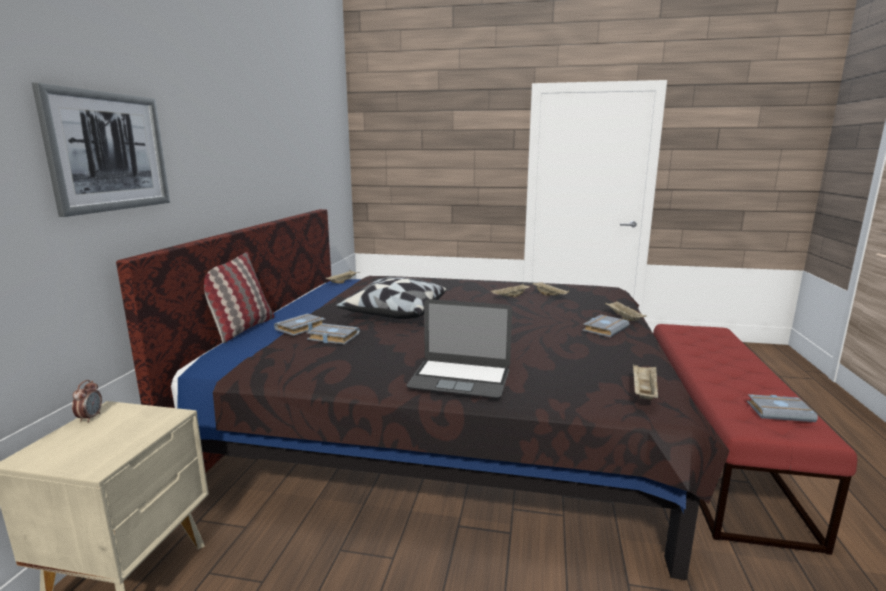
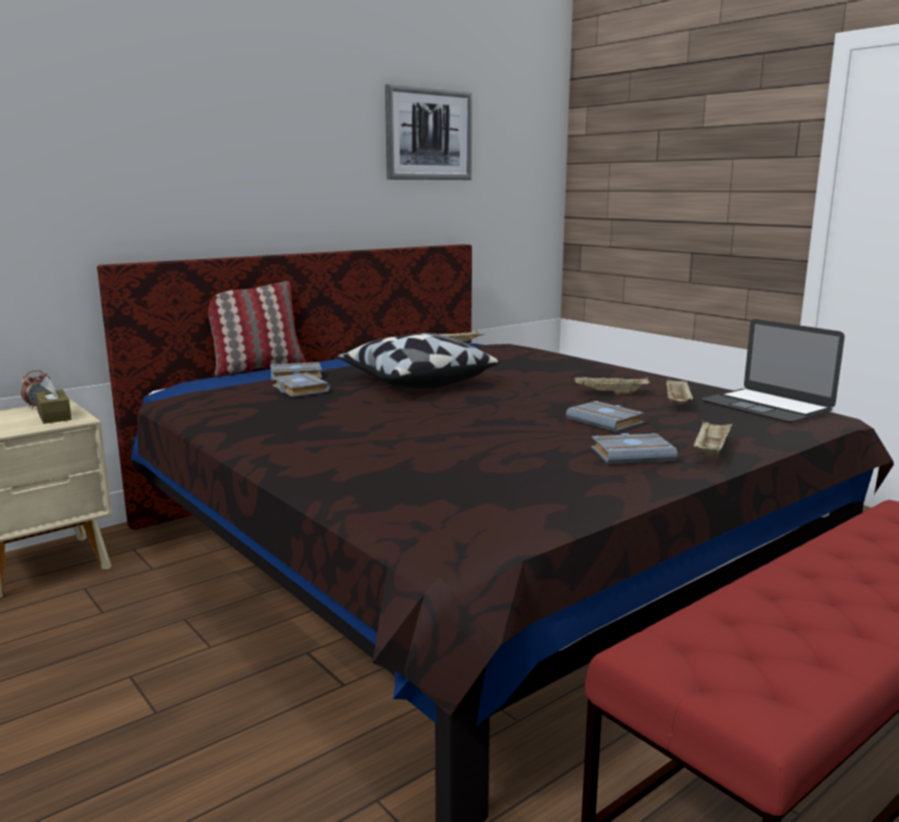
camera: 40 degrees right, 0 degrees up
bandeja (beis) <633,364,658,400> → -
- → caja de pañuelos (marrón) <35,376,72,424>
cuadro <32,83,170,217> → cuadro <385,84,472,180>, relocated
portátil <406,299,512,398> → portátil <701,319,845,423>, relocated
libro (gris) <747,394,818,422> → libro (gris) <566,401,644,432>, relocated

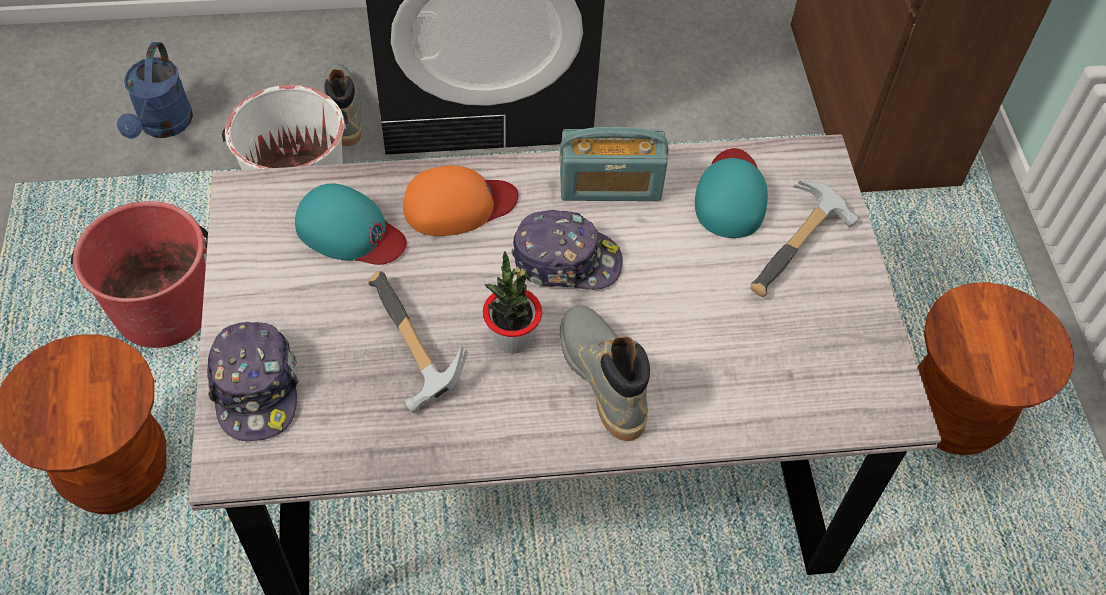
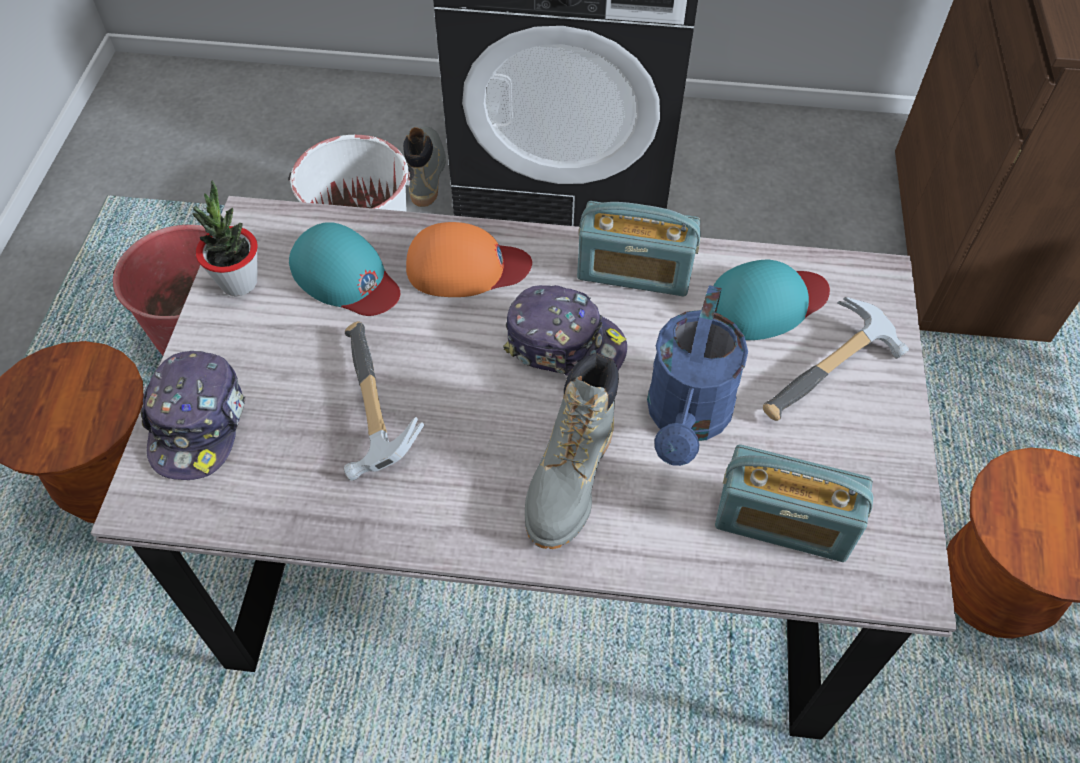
camera: 15 degrees right, 0 degrees up
- → radio <715,444,873,562>
regadera (azul) <117,42,193,139> → regadera (azul) <647,285,748,466>, relocated
planta en maceta <483,251,542,354> → planta en maceta <192,180,258,296>, relocated
bota (gris) <560,305,650,441> → bota (gris) <525,353,619,549>, 150 degrees counterclockwise
gorra (turquesa) <695,148,768,238> → gorra (turquesa) <714,260,830,340>, 45 degrees clockwise

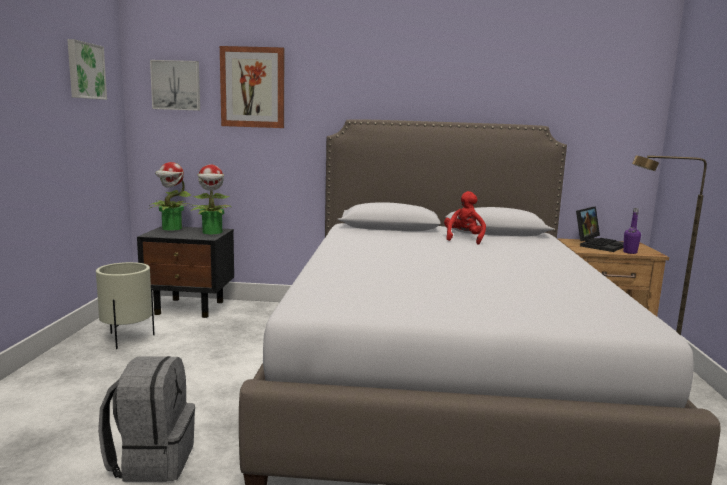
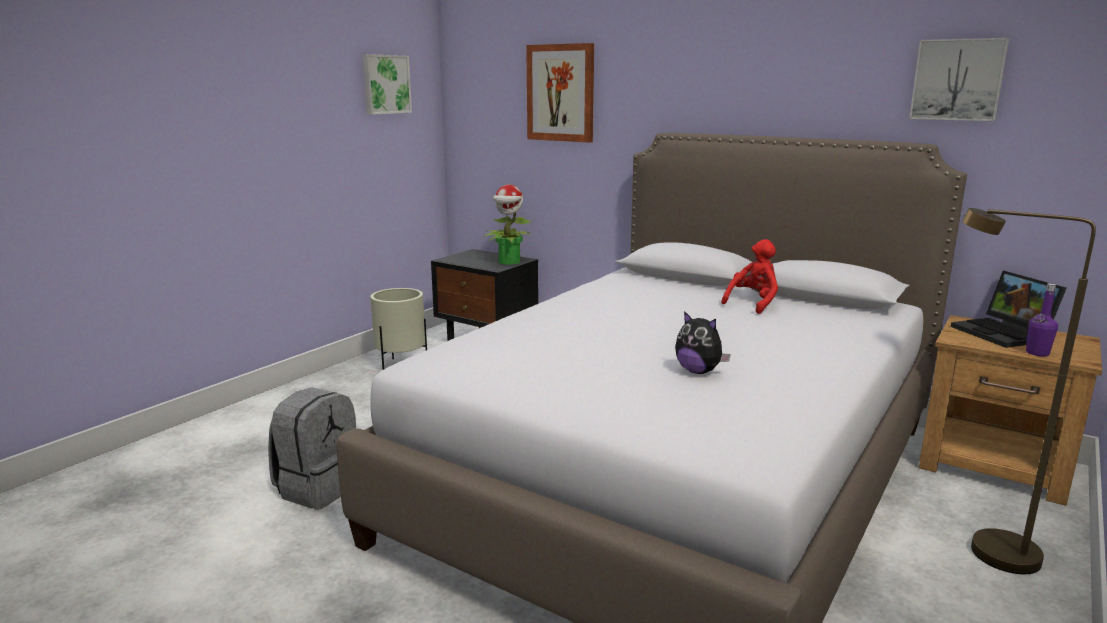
camera: 30 degrees right, 5 degrees up
planta en maceta <149,162,192,231> → -
- → peluche <675,311,731,374>
cuadro <150,60,200,111> → cuadro <909,38,1009,121>, relocated
portátil <576,206,624,252> → portátil <951,271,1067,348>, 90 degrees clockwise

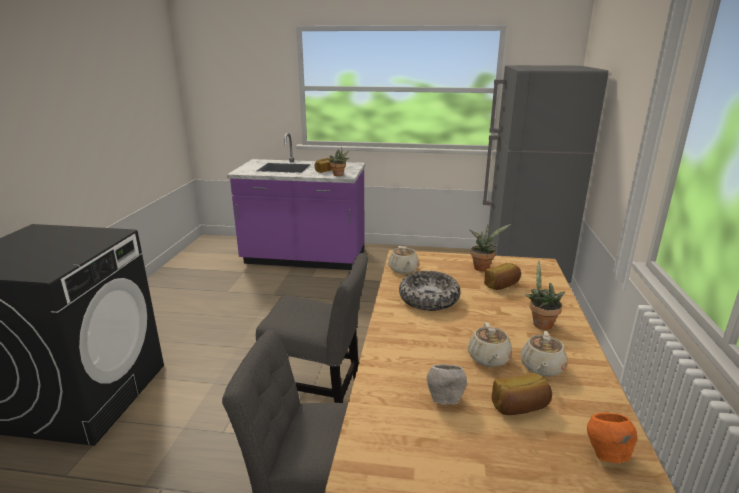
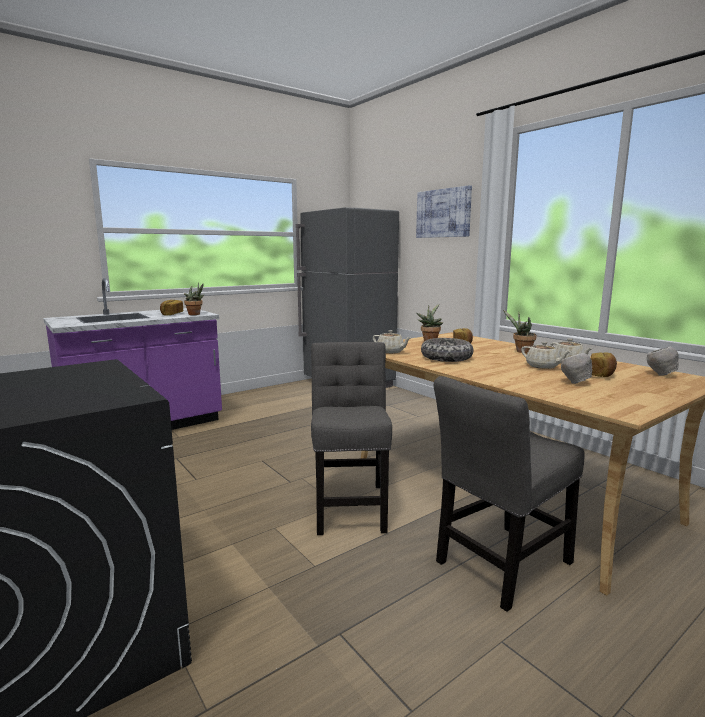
camera: 45 degrees left, 10 degrees down
- → cuadro <416,185,472,238>
cuenco (naranja) <587,413,637,463> → cuenco (gris) <647,346,679,376>
silla (gris) <256,253,368,403> → silla (gris) <311,342,392,535>, 60 degrees counterclockwise

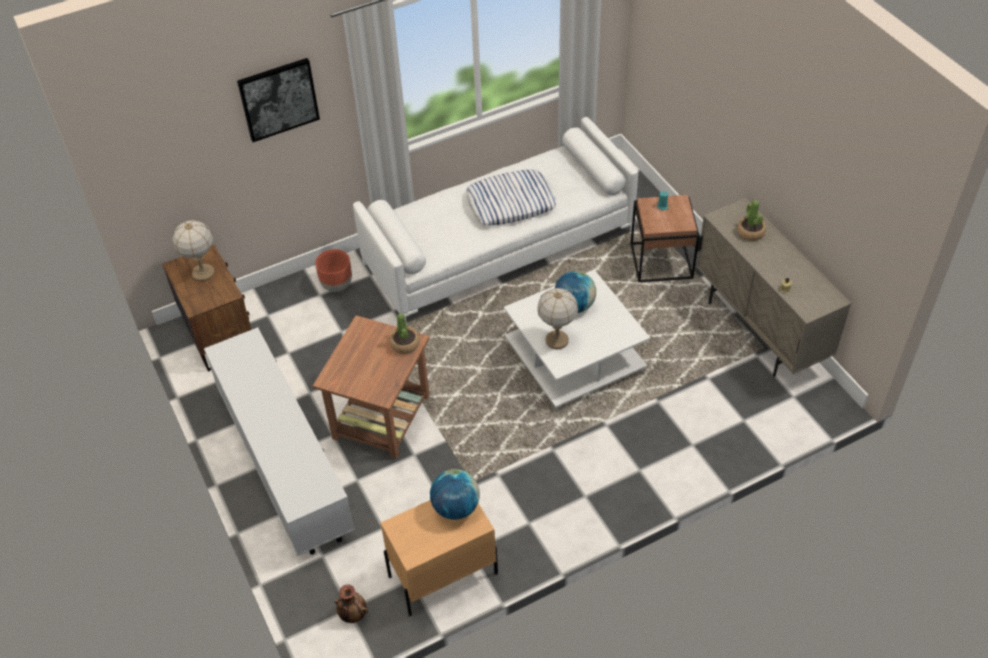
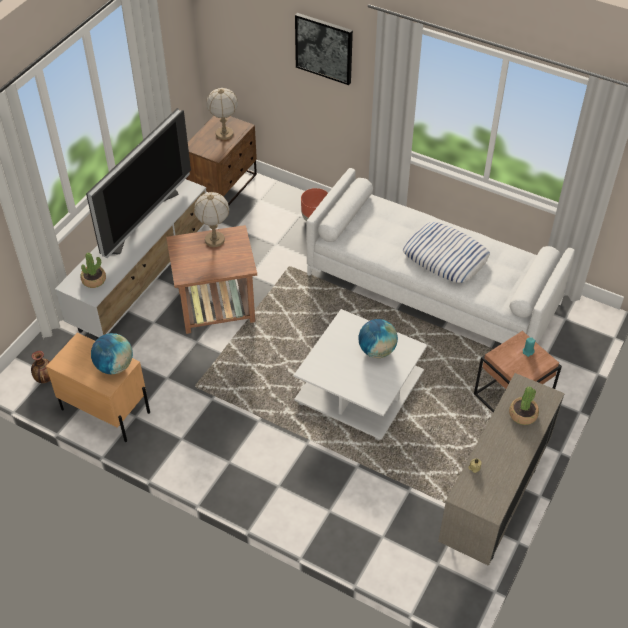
camera: 55 degrees right, 0 degrees up
- → televisor <86,108,191,258>
planta en maceta <390,313,419,354> → planta en maceta <81,253,106,288>, relocated
lámpara de mesa <537,288,578,349> → lámpara de mesa <194,192,229,247>, relocated

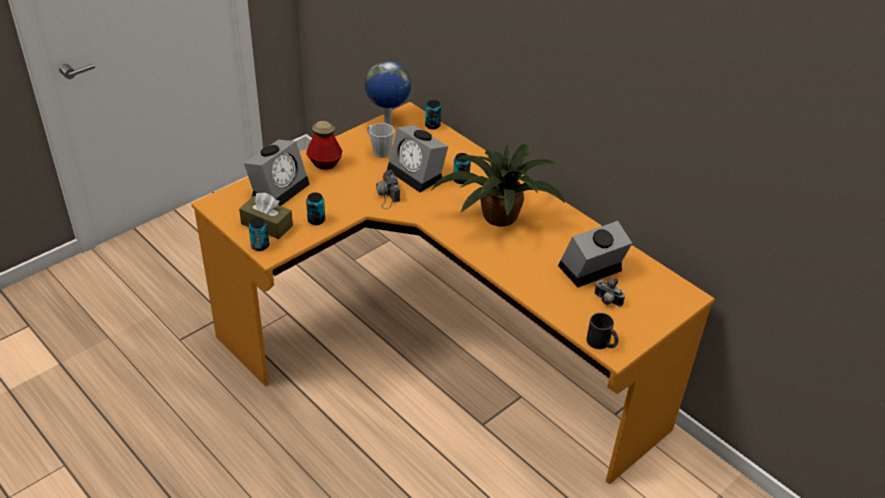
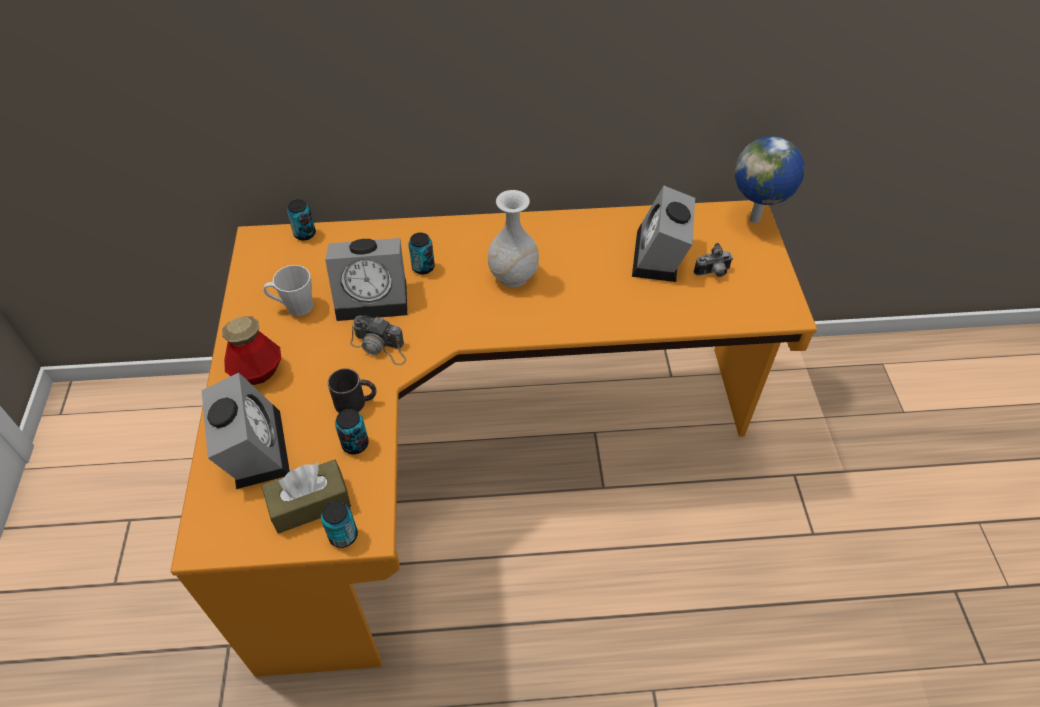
camera: 50 degrees left, 10 degrees up
globo terráqueo <365,61,411,124> → globo terráqueo <735,136,804,223>, relocated
taza grande (negro) <586,313,618,349> → taza grande (negro) <328,368,377,413>, relocated
planta en maceta <432,142,565,226> → florero (blanco) <488,190,539,287>

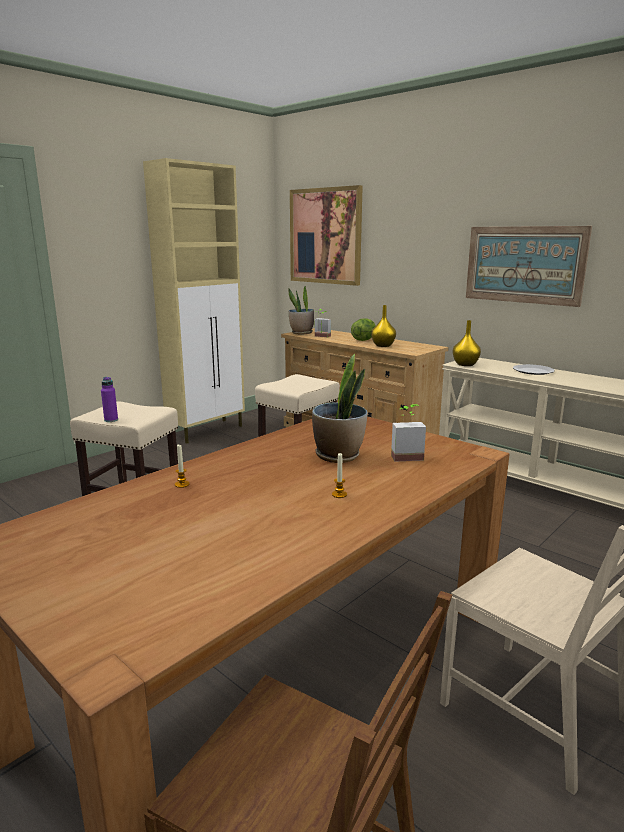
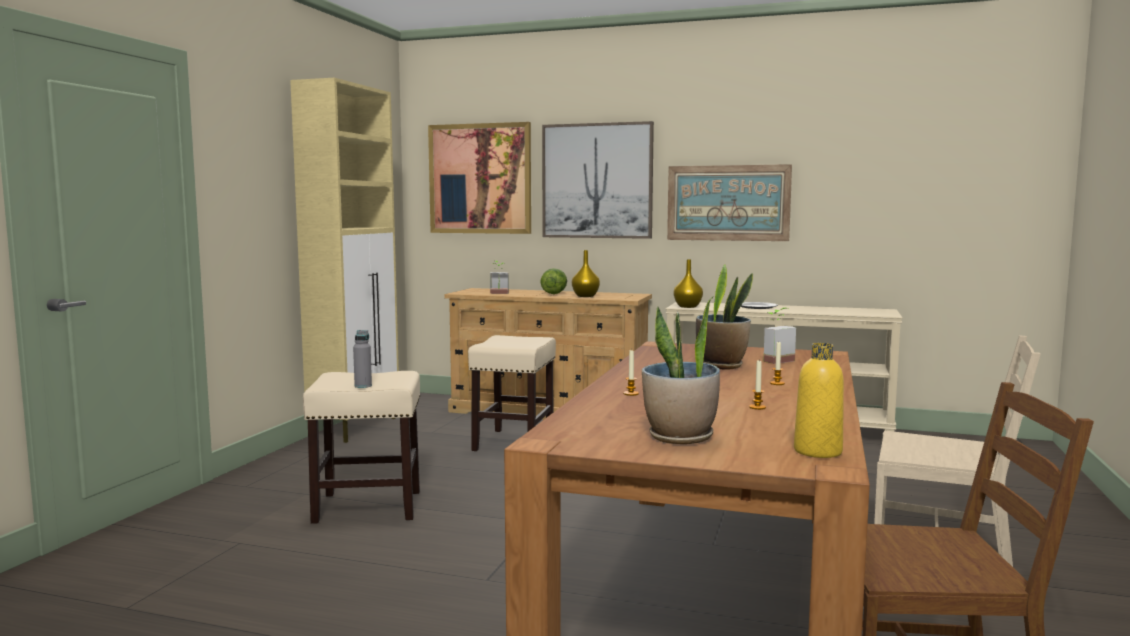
camera: 25 degrees left, 10 degrees down
- → cuadro <542,121,654,239>
- → vela <749,360,766,410>
- → botella (amarillo) <794,343,844,458>
planta en maceta <288,285,314,334> → planta en maceta <642,296,720,444>, relocated
botella (morado) <101,377,118,422> → botella (gris) <353,330,372,388>

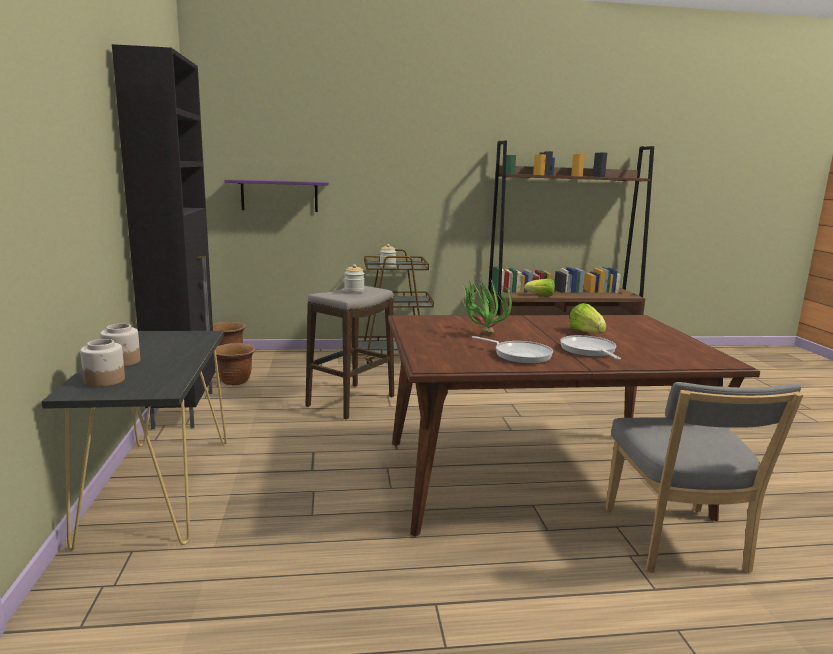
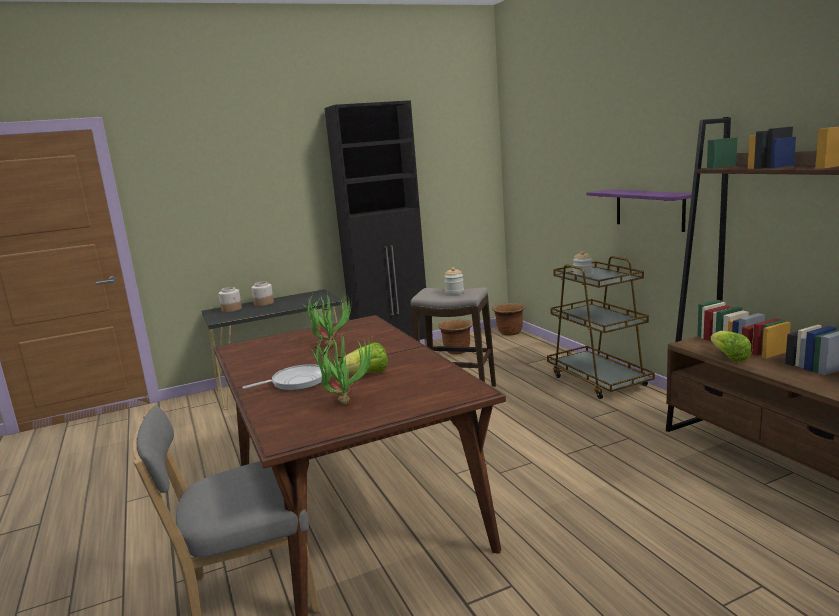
camera: 75 degrees right, 0 degrees up
sartén <472,336,553,364> → -
- → planta en maceta <309,336,373,405>
estante (morado) <224,179,329,212> → estante (morado) <586,189,692,232>, relocated

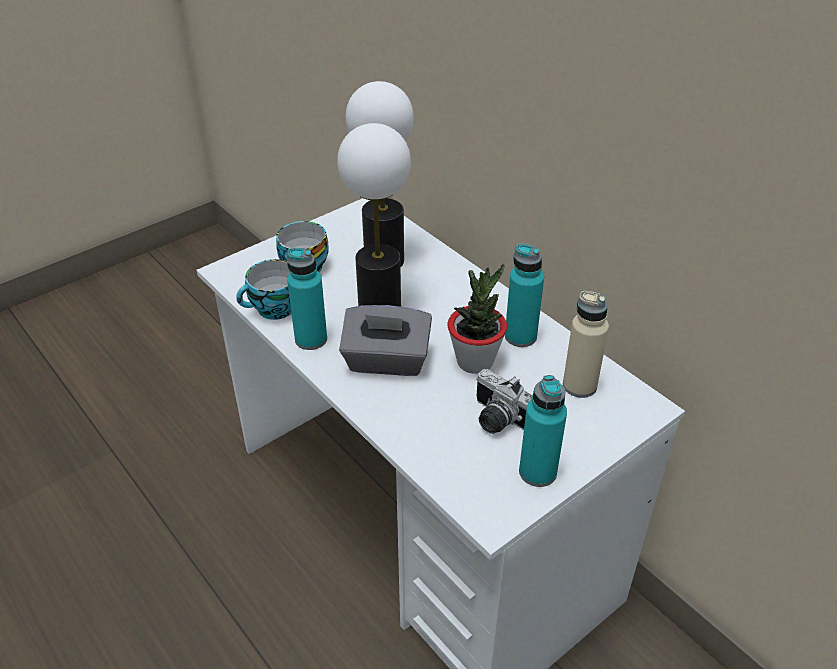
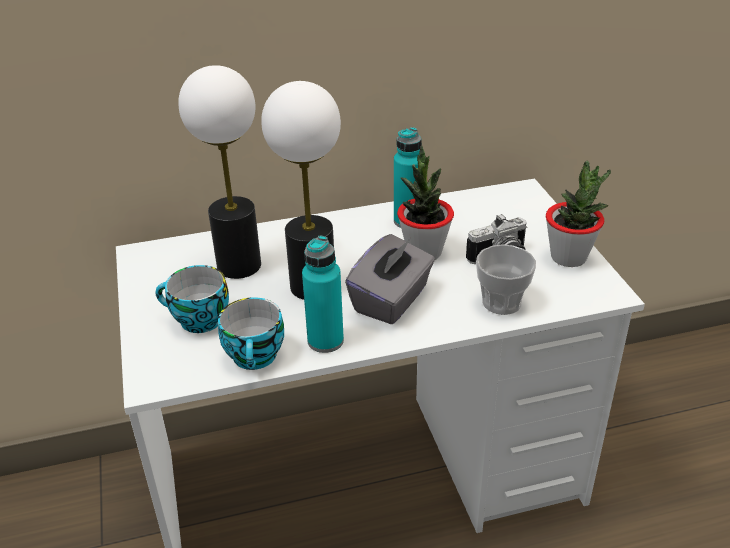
camera: 65 degrees left, 5 degrees down
botella (beis) <563,291,609,398> → -
- → taza <476,245,536,315>
botella (turquesa) <519,375,567,487> → planta en maceta <546,161,611,267>

